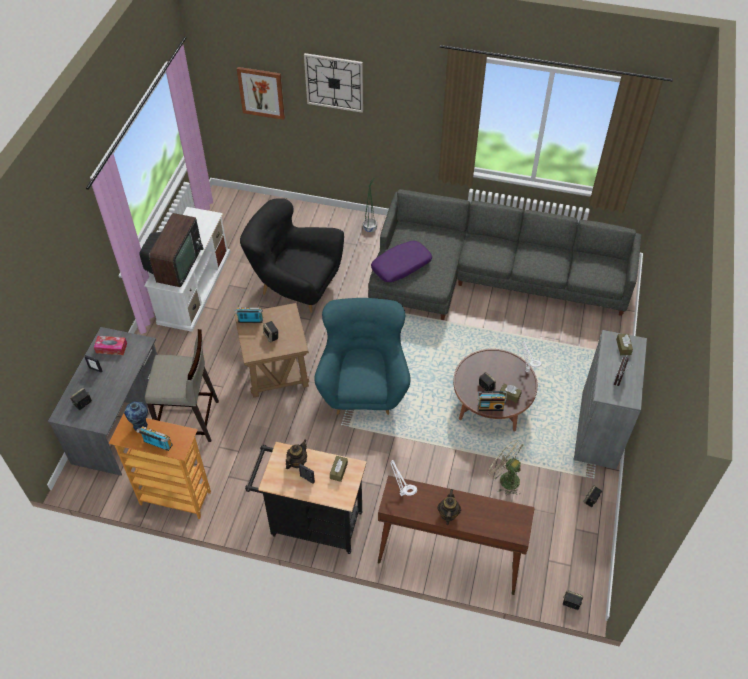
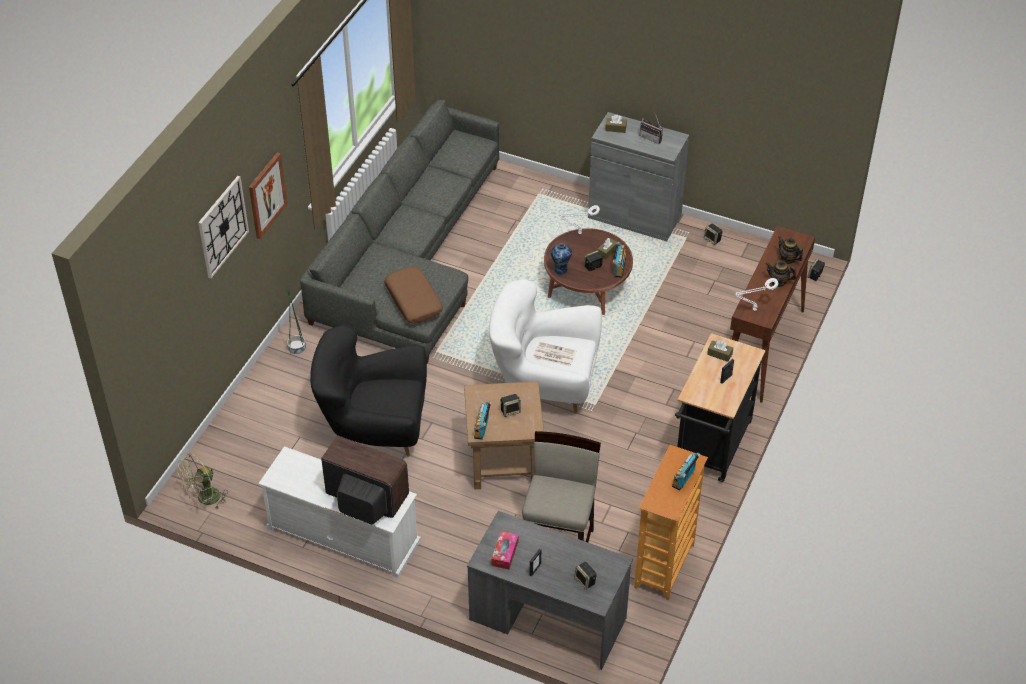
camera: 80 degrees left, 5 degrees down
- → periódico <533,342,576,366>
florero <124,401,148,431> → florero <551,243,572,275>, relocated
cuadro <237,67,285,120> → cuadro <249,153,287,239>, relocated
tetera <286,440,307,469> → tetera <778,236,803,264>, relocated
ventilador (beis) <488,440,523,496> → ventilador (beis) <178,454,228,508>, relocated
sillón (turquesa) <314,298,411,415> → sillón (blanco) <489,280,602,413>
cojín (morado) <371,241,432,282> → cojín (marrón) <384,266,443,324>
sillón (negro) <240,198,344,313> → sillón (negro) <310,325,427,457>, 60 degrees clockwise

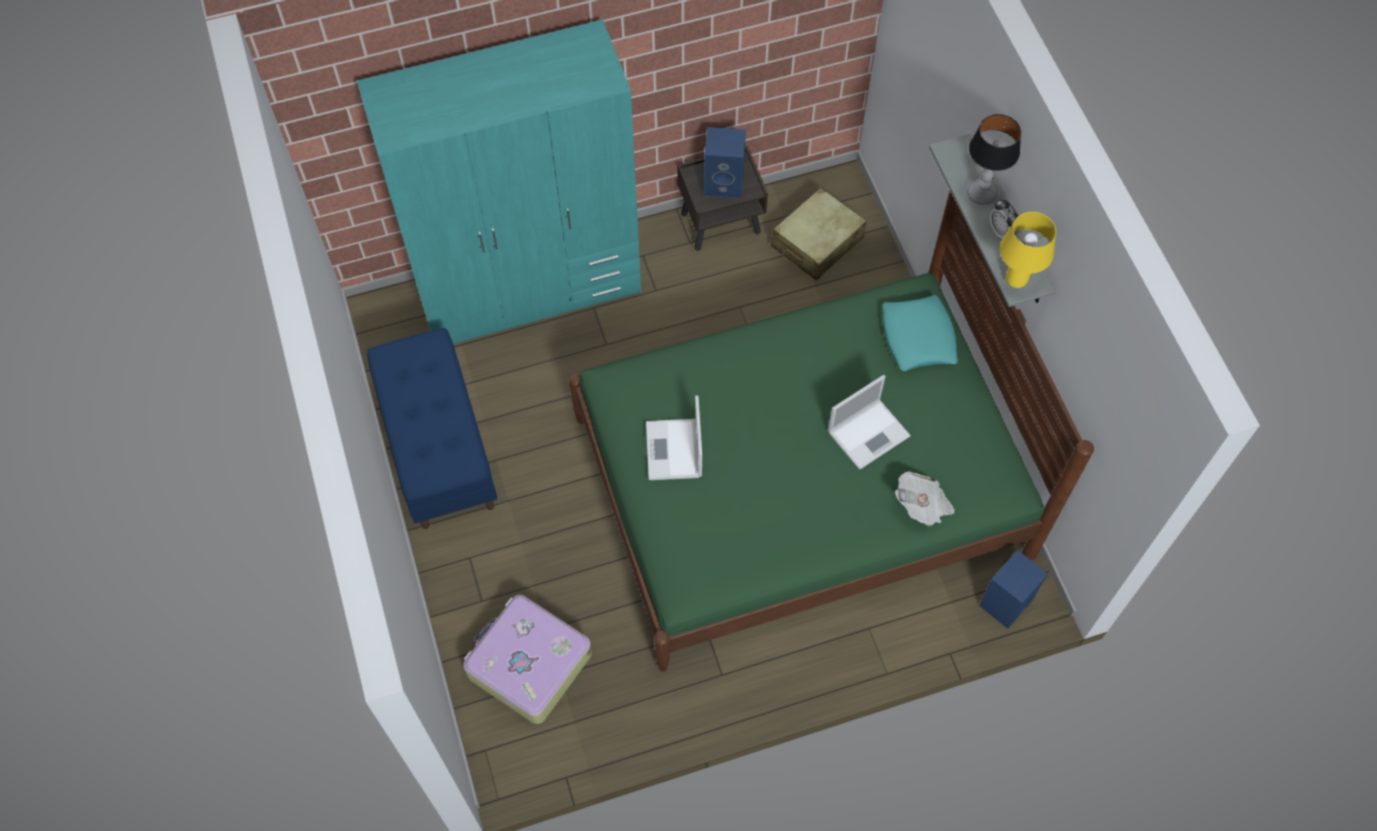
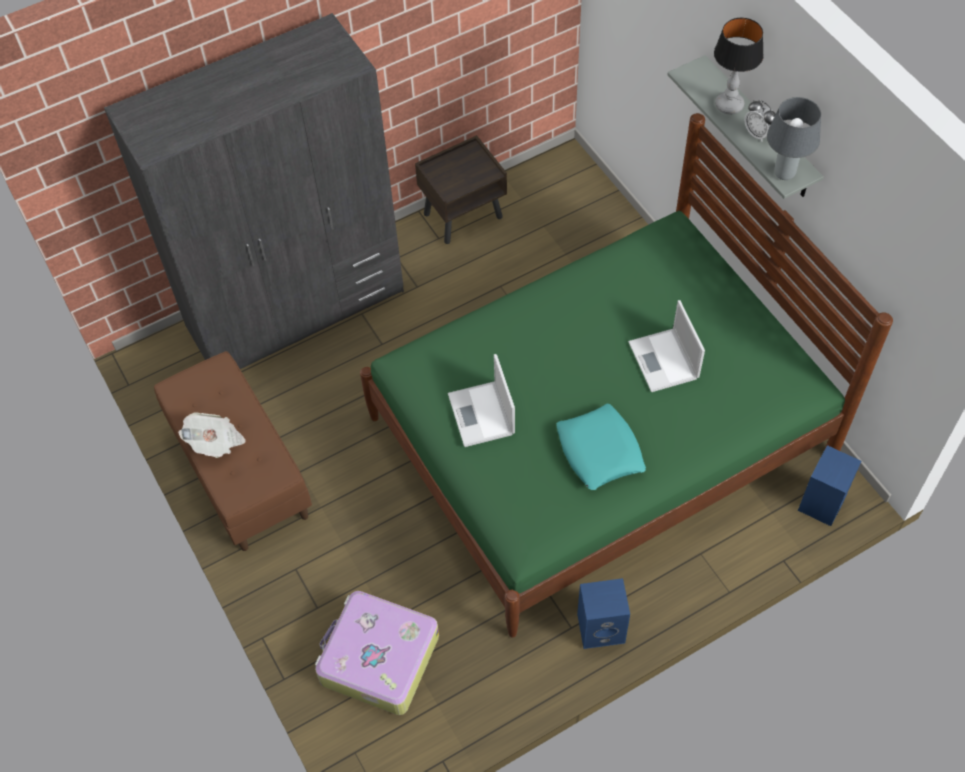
camera: 10 degrees left, 5 degrees down
maleta (beis) <771,188,866,280> → -
altavoz (azul) <704,127,746,198> → altavoz (azul) <577,578,630,649>, relocated
cojín (turquesa) <883,295,958,371> → cojín (turquesa) <557,404,646,490>, relocated
periódico <895,471,955,526> → periódico <178,412,246,458>, relocated
armario ropero (turquesa) <356,19,641,344> → armario ropero (gris) <104,13,404,369>
banco (azul) <367,328,497,529> → banco (marrón) <154,351,312,551>
lámpara de mesa (amarillo) <1000,212,1056,288> → lámpara de mesa (gris) <767,97,821,180>
portátil <828,375,911,470> → portátil <628,300,705,392>, 120 degrees clockwise

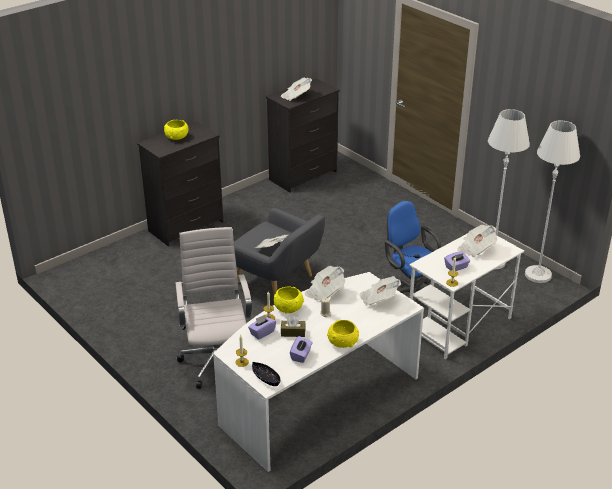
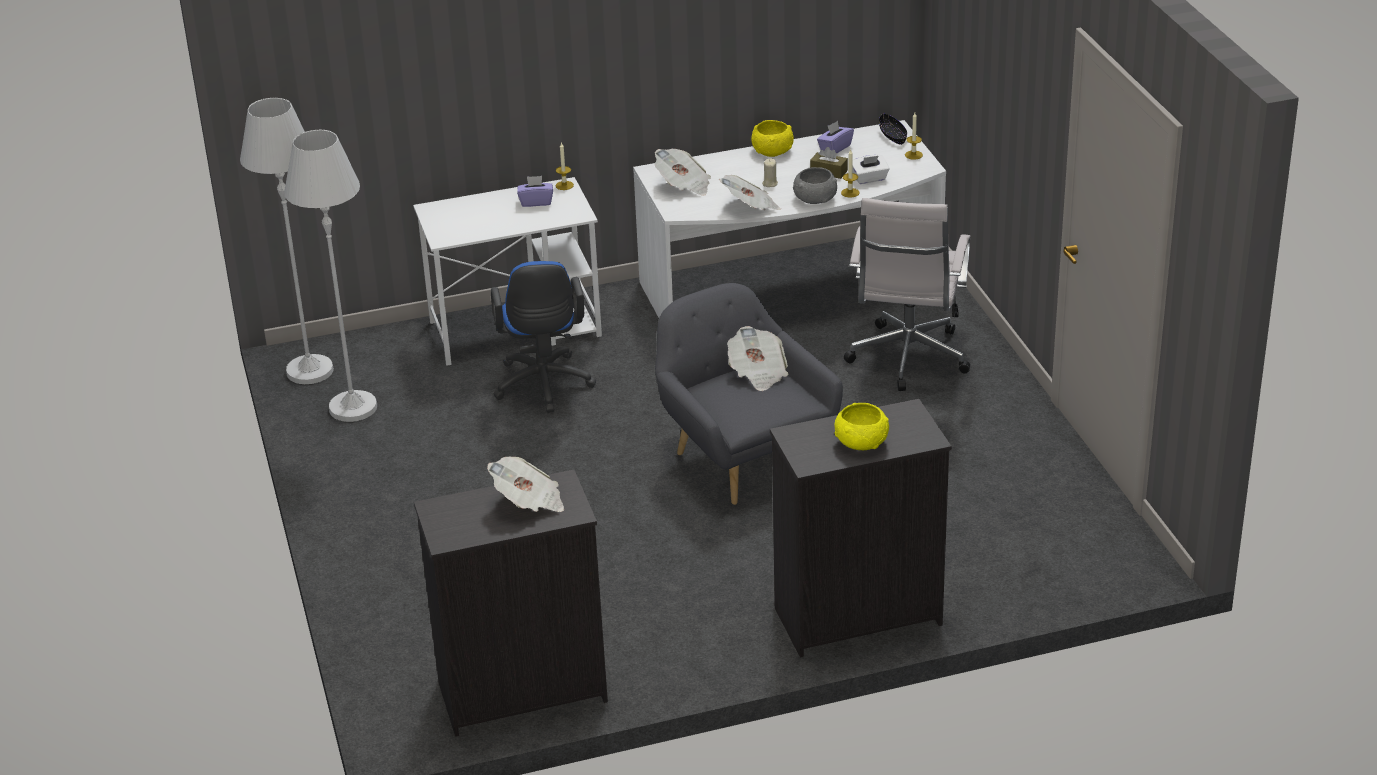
camera: 155 degrees left, 0 degrees up
periódico <458,224,497,257> → -
caja de pañuelos (morado) <248,314,276,340> → caja de pañuelos (blanco) <852,155,890,184>
cuenco (amarillo) <274,286,304,314> → cuenco (gris) <793,167,837,204>

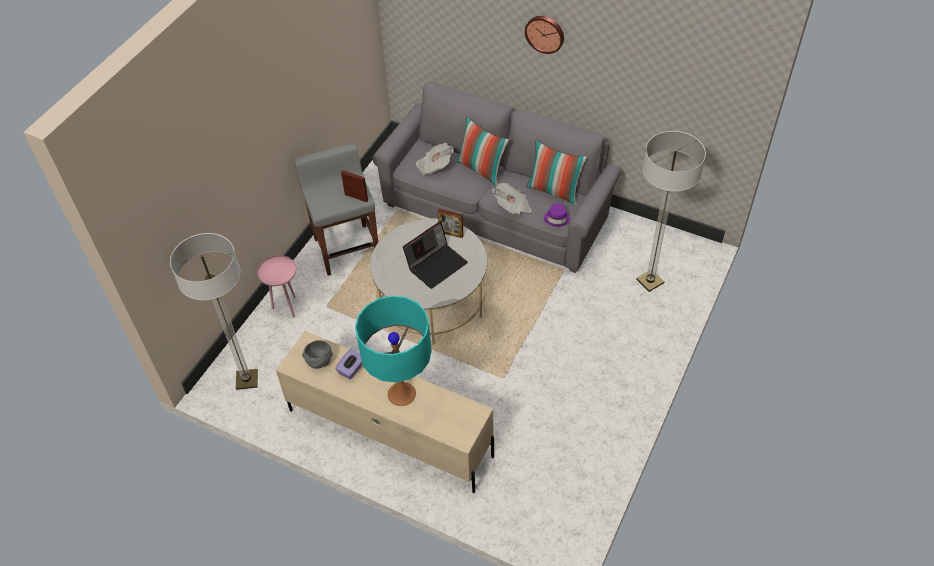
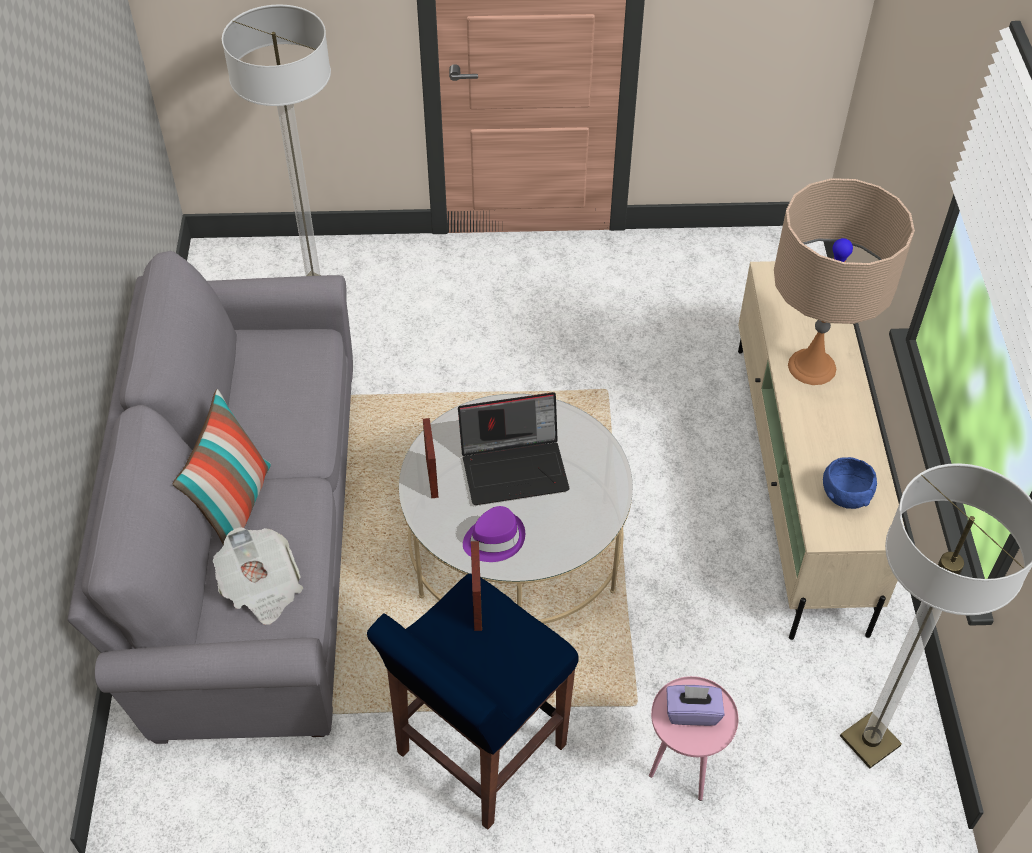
camera: 120 degrees left, 0 degrees up
periódico <492,183,532,215> → -
reloj de pared <525,16,564,54> → -
cojín <526,140,587,205> → -
caja de pañuelos (morado) <335,349,362,379> → caja de pañuelos (morado) <667,685,724,726>, relocated
sombrero (morado) <544,203,570,227> → sombrero (morado) <463,506,525,562>, relocated
taburete (gris) <294,143,378,276> → taburete (azul) <367,573,579,830>
cuenco (gris) <302,340,333,369> → cuenco (azul) <823,457,877,509>
lámpara de mesa (turquesa) <355,296,432,406> → lámpara de mesa (beis) <774,178,915,385>
portátil <403,221,468,289> → portátil <458,392,569,505>, 150 degrees clockwise

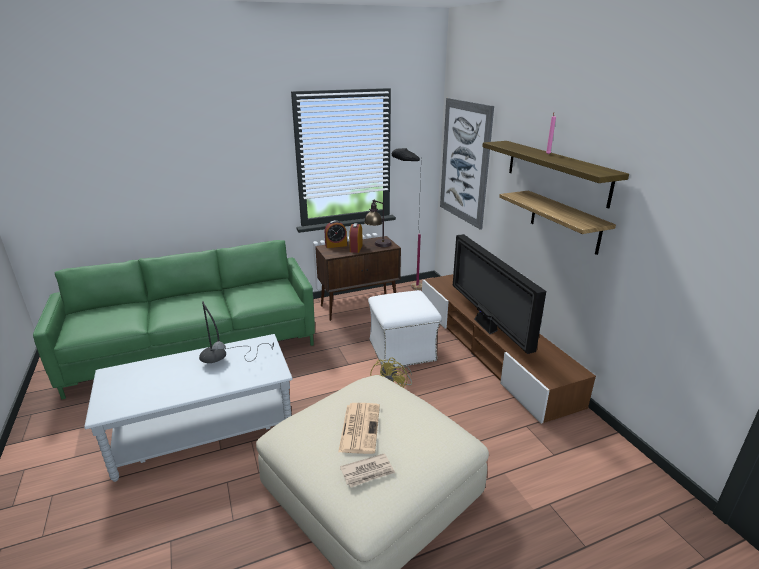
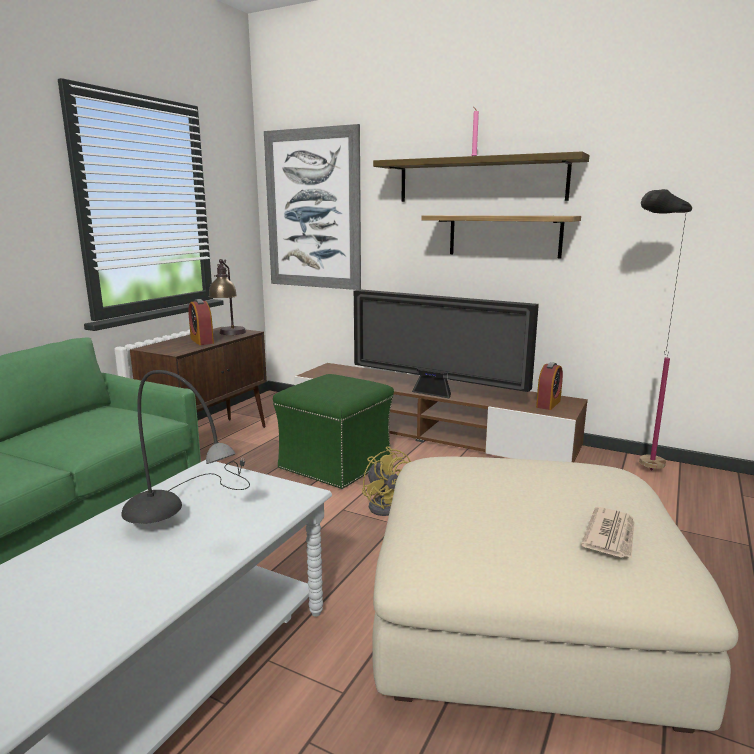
camera: 40 degrees left, 10 degrees down
periódico <338,403,380,454> → -
despertador <325,220,347,248> → despertador <536,362,563,410>, relocated
lámpara de pie (negro) <392,148,422,290> → lámpara de pie (negro) <639,189,692,470>, relocated
puf (blanco) <368,290,442,367> → puf (verde) <273,374,394,489>

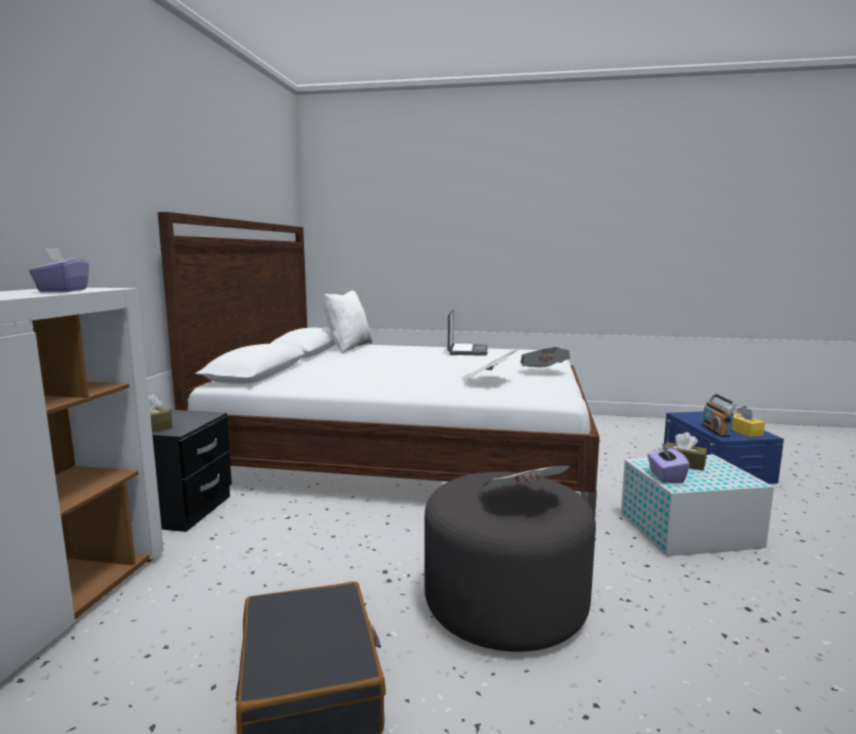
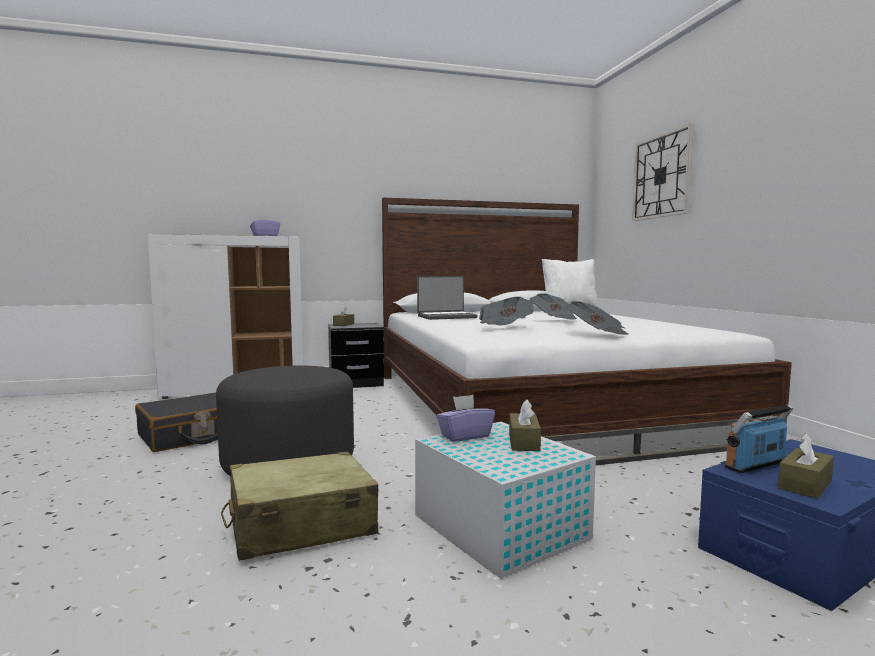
camera: 65 degrees right, 5 degrees down
- → maleta (beis) <221,451,378,561>
- → reloj de pared <632,123,694,221>
portátil <448,309,488,356> → portátil <417,276,477,320>, relocated
periódico <481,466,570,487> → periódico <530,293,577,320>, relocated
caja de pañuelos (amarillo) <732,406,765,437> → caja de pañuelos (marrón) <778,433,834,499>

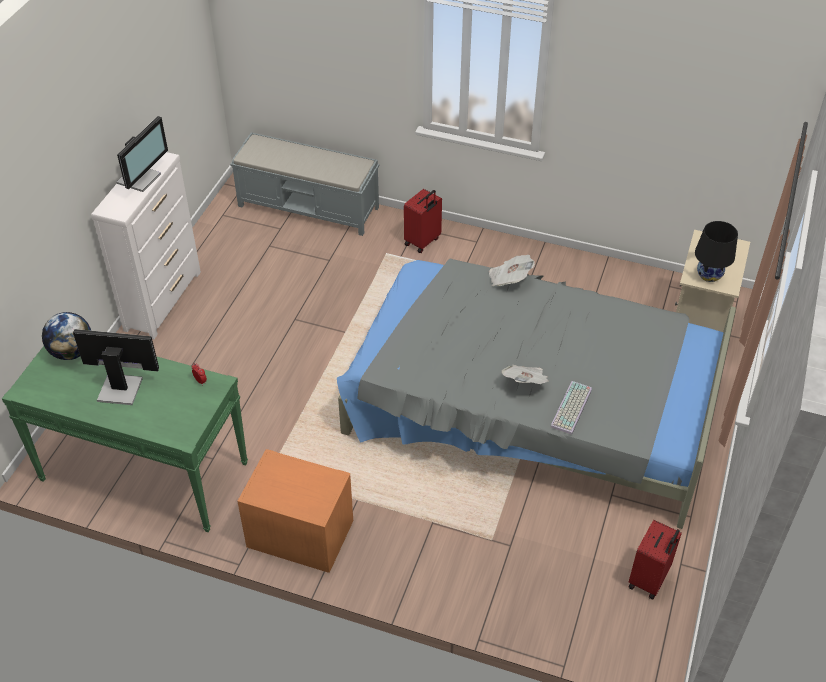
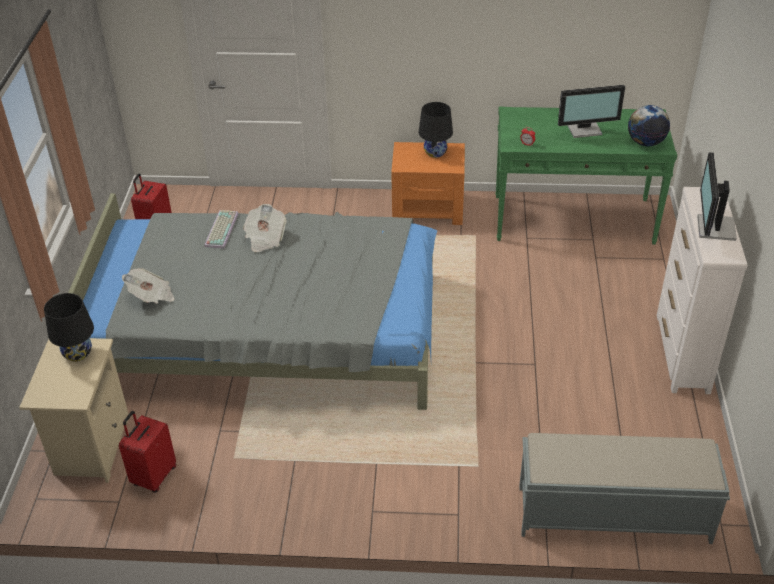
camera: 165 degrees right, 5 degrees down
- → lámpara de mesa (negro) <419,102,453,158>
maleta (rojo) <404,189,442,253> → maleta (rojo) <119,411,176,493>, relocated
periódico <489,255,535,286> → periódico <122,268,175,303>, relocated

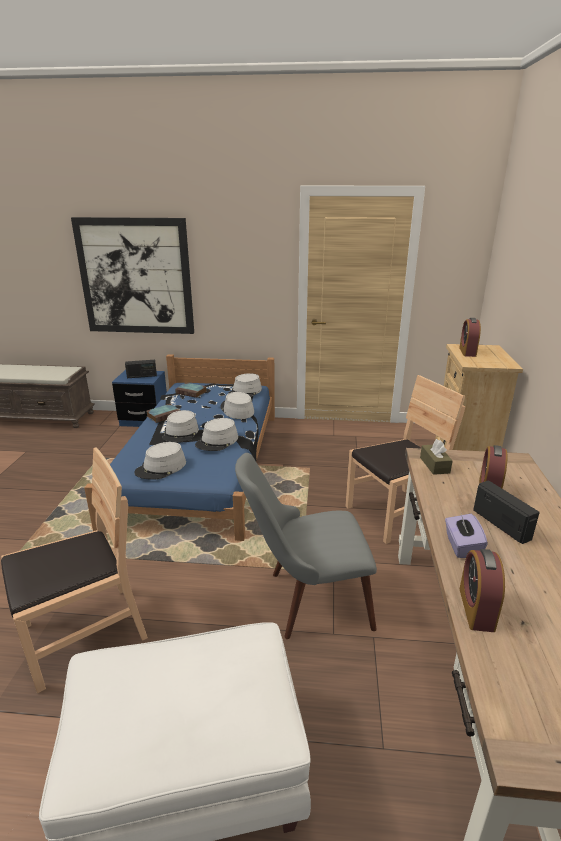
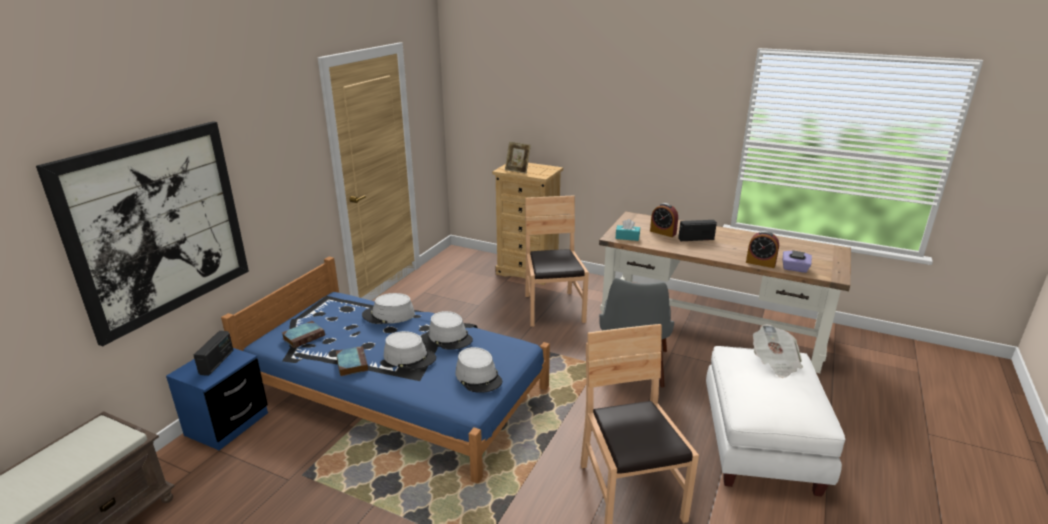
camera: 70 degrees left, 0 degrees up
sombrero (gris) <228,373,262,397> → -
- → periódico <753,324,803,378>
caja de pañuelos (morado) <445,514,488,558> → caja de pañuelos (morado) <783,250,812,273>, relocated
despertador <459,318,481,357> → portarretratos <505,141,531,174>
caja de pañuelos (marrón) <420,439,453,475> → caja de pañuelos (turquesa) <616,219,640,241>

